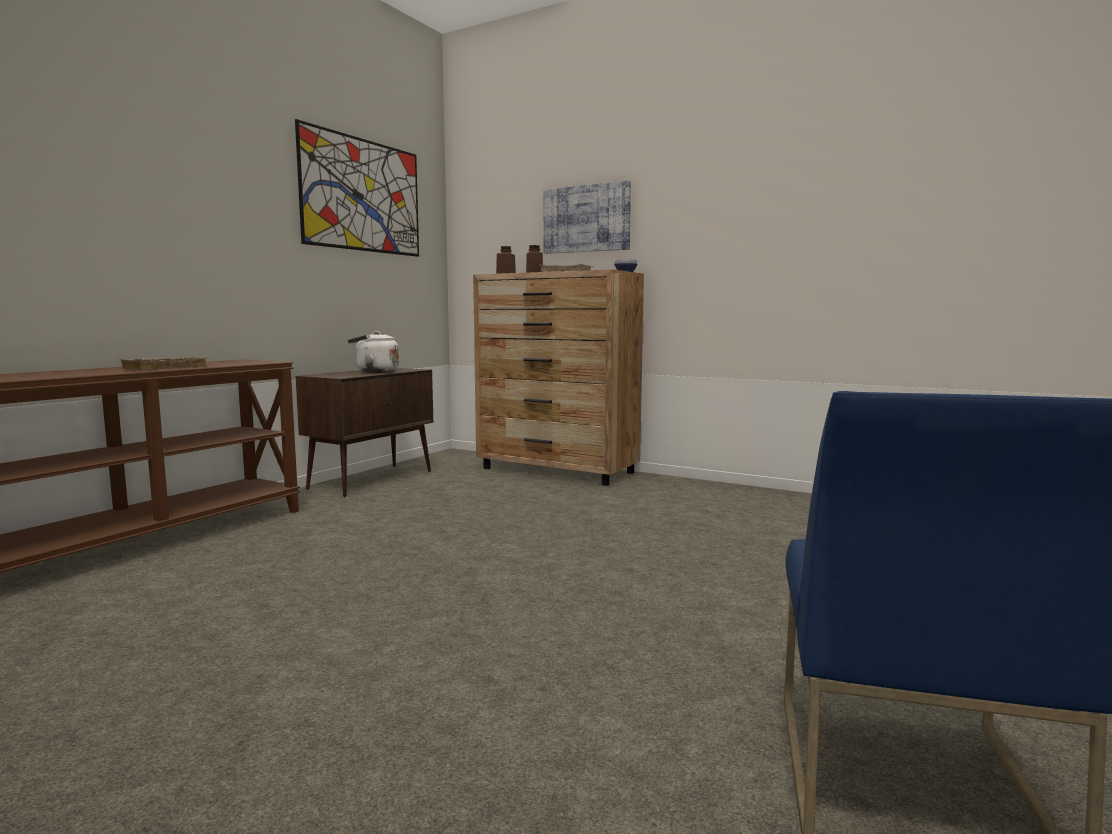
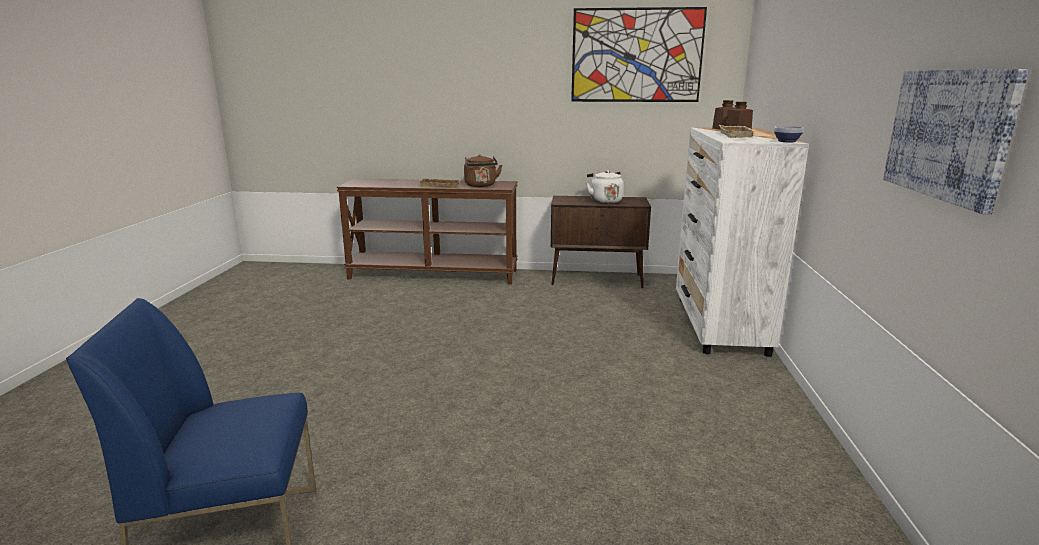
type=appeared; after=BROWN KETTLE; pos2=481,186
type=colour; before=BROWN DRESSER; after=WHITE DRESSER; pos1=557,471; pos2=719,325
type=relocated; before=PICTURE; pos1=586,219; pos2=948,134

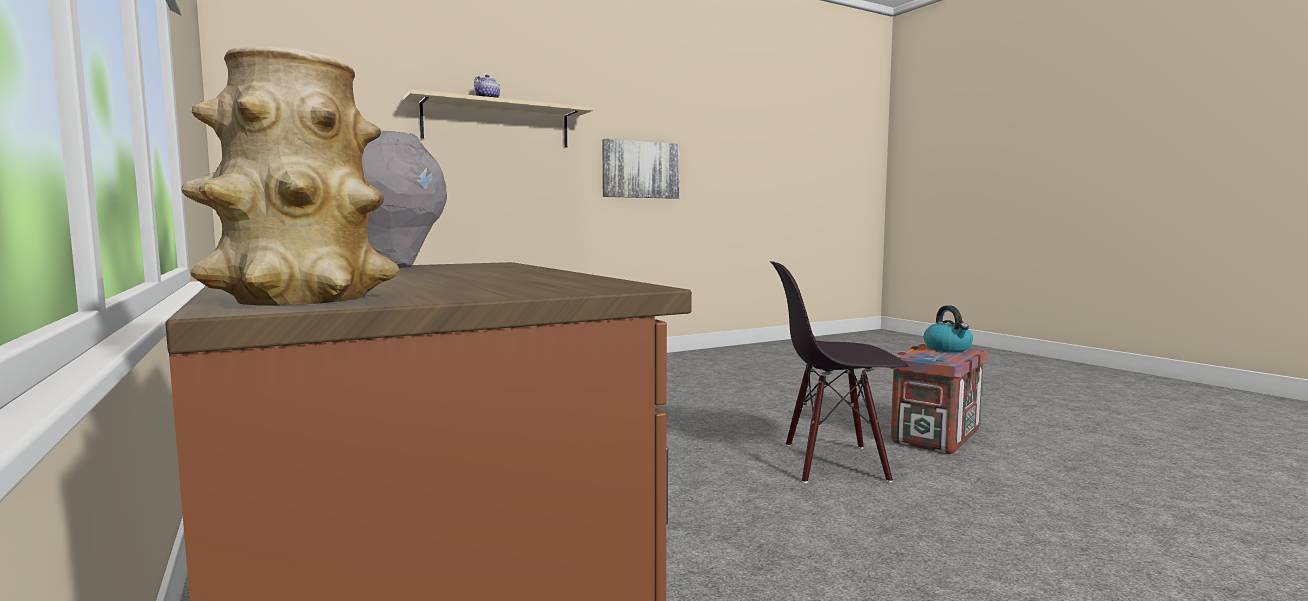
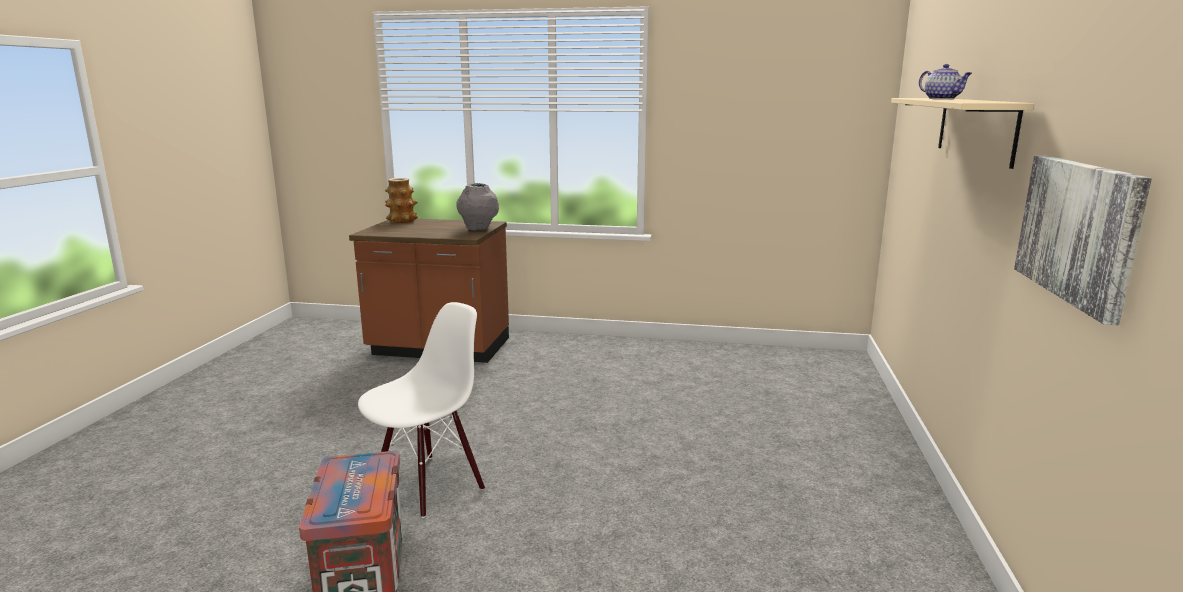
type=colour; before=BLACK CHAIR; after=WHITE CHAIR; pos1=833,463; pos2=428,485
type=missing; before=KETTLE; pos1=948,348

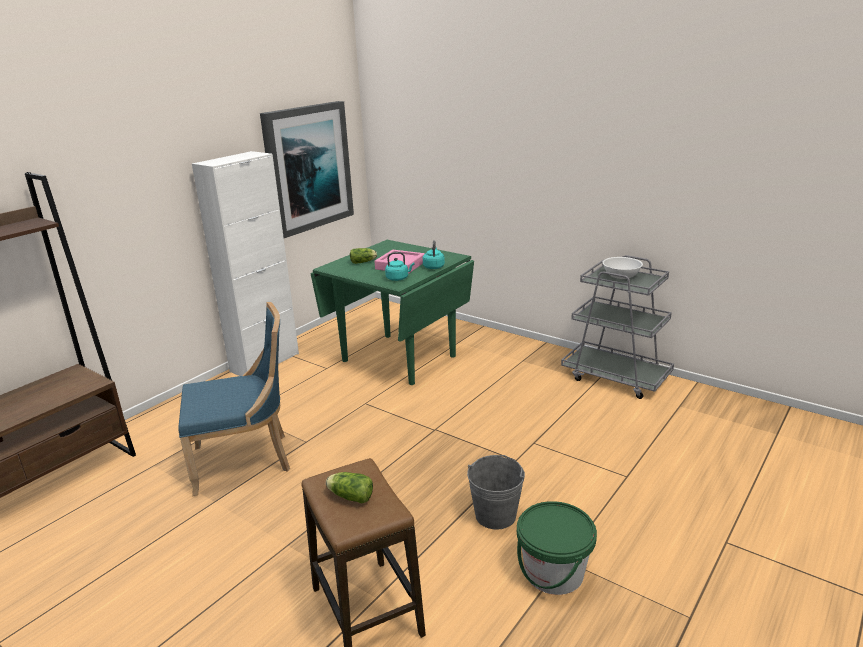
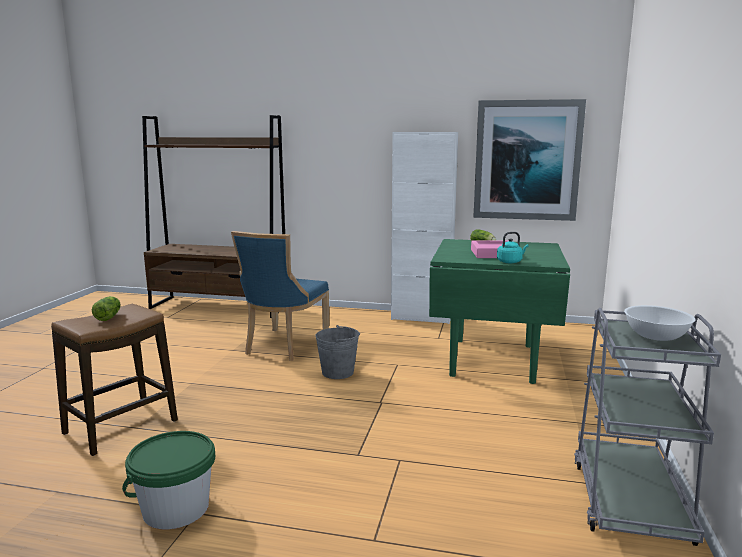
type=spun; before=BLUE CHAIR; pos1=245,460; pos2=284,346; turn=60
type=relocated; before=GREY BUCKET; pos1=495,515; pos2=338,372
type=missing; before=TURQUOISE KETTLE; pos1=398,278

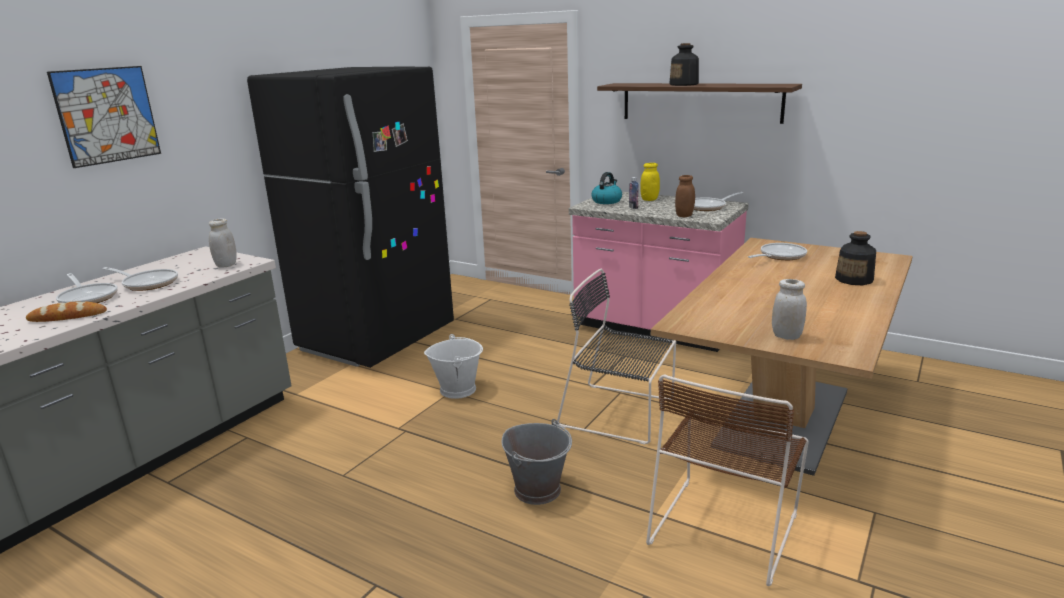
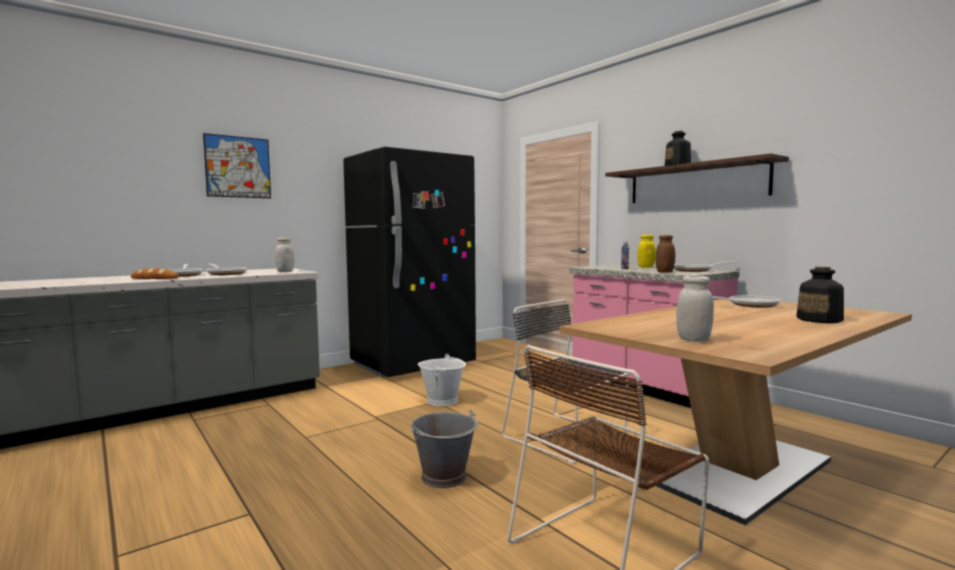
type=missing; before=KETTLE; pos1=606,201

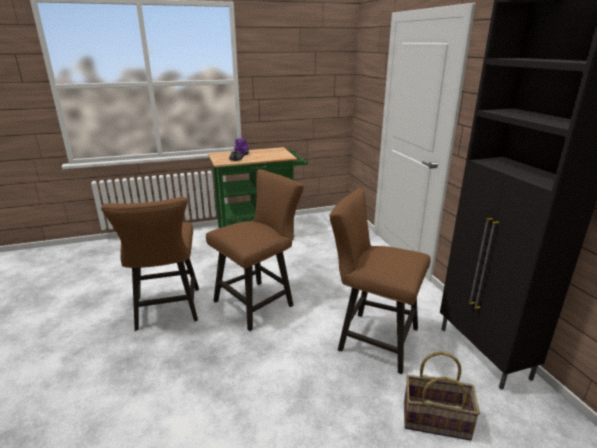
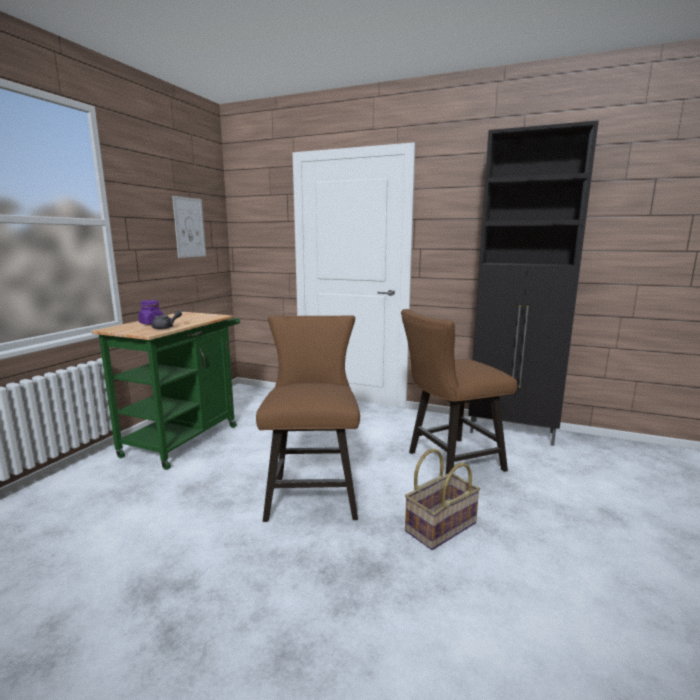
type=appeared; after=PICTURE; pos2=189,227
type=relocated; before=BASKET; pos1=436,419; pos2=440,526
type=missing; before=BROWN CHAIR; pos1=167,312

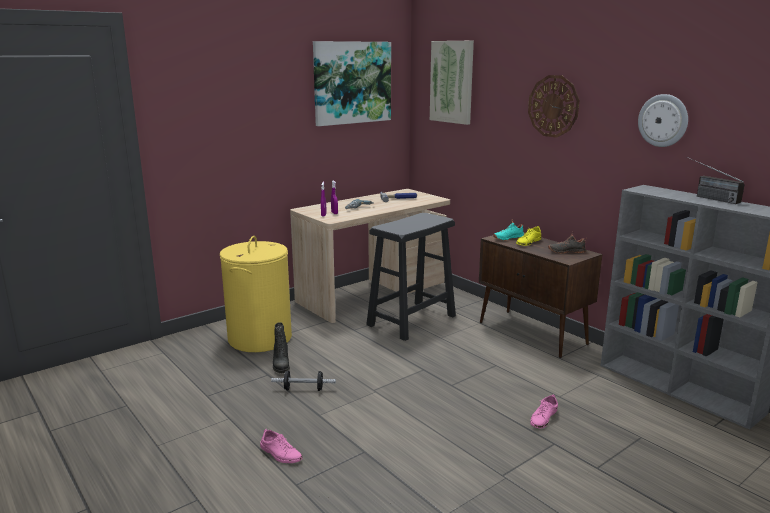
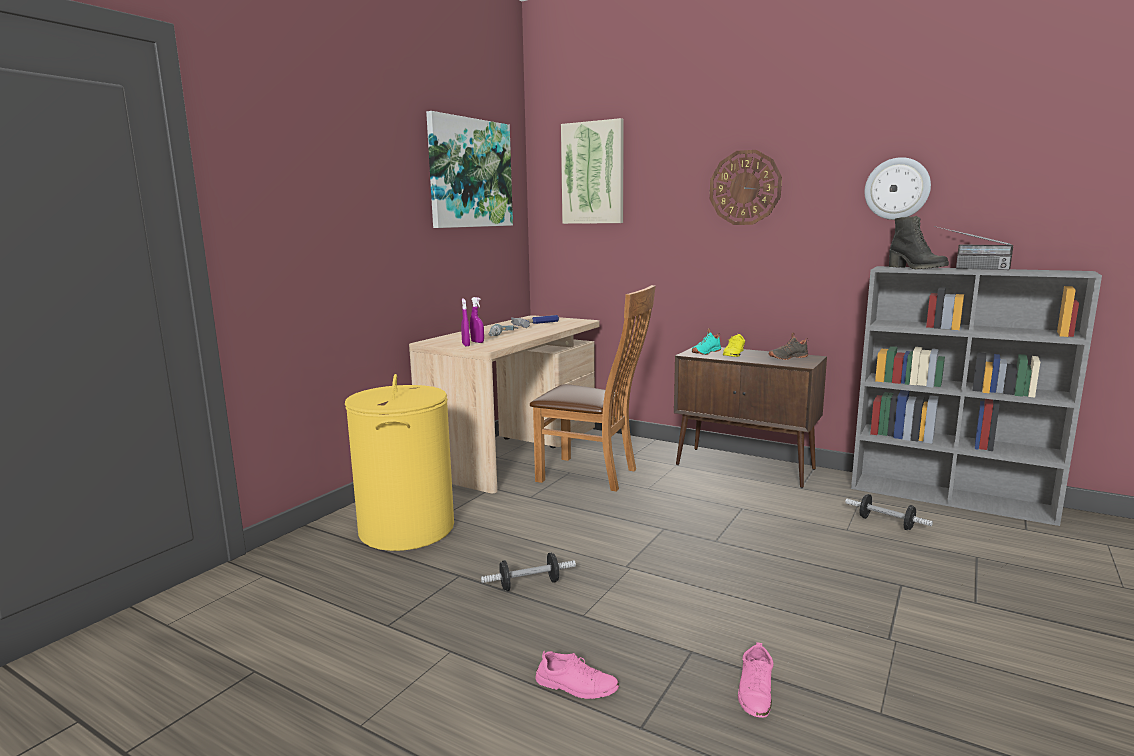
type=exchanged; before=BLACK STOOL; after=BROWN CHAIR; pos1=411,320; pos2=593,475
type=relocated; before=PINK SHOE; pos1=543,418; pos2=755,691
type=appeared; after=DUMBBELL; pos2=886,523
type=relocated; before=BLACK BOOT; pos1=280,365; pos2=916,268

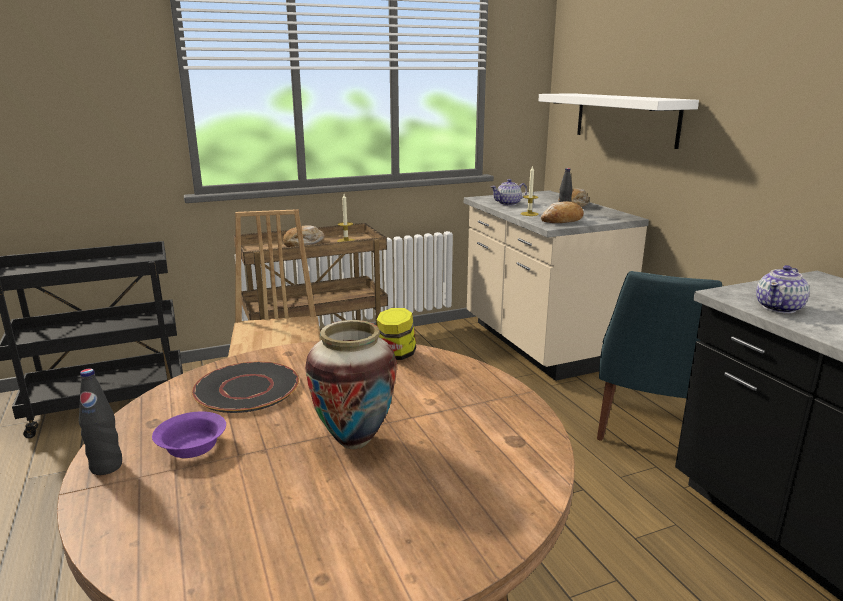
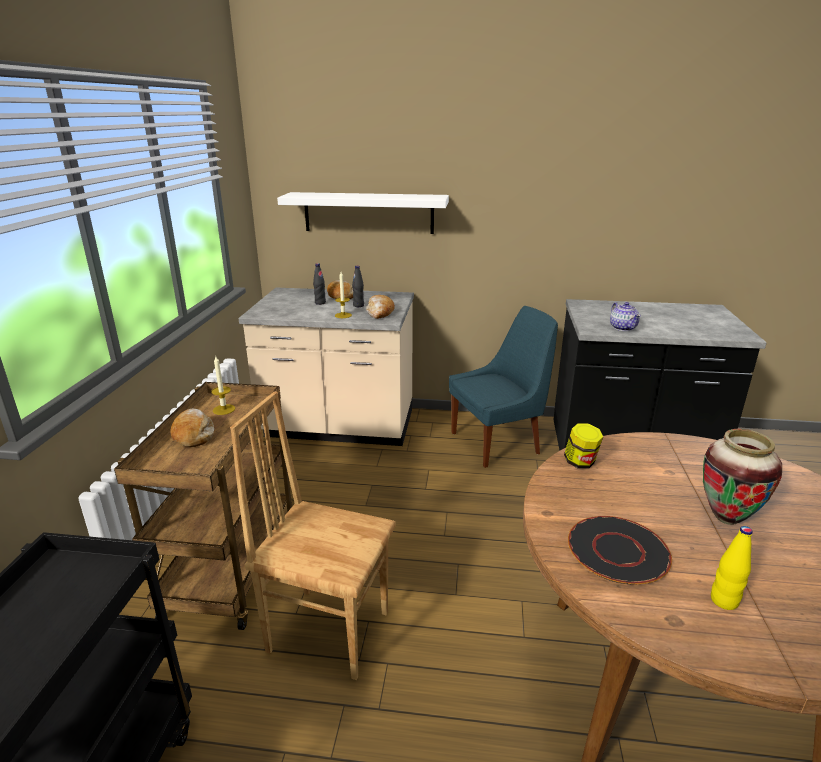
type=relocated; before=BLACK BOTTLE; pos1=106,467; pos2=320,303
type=spun; before=BLUE CHAIR; pos1=649,431; pos2=498,442; turn=-75
type=exchanged; before=PURPLE BOWL; after=YELLOW BOTTLE; pos1=191,446; pos2=724,601
type=missing; before=TEAPOT; pos1=508,204

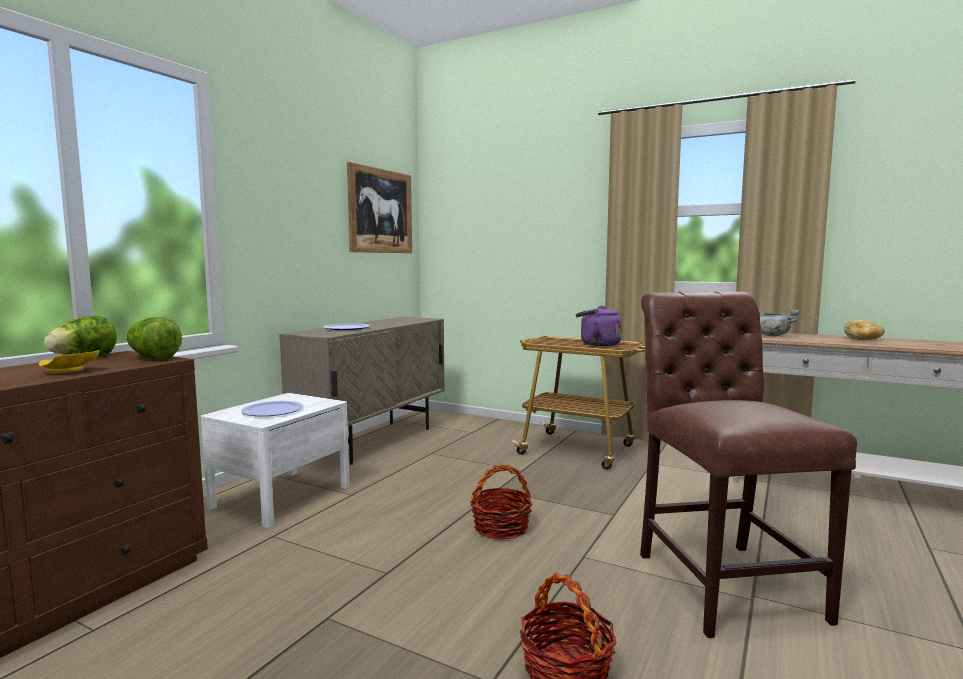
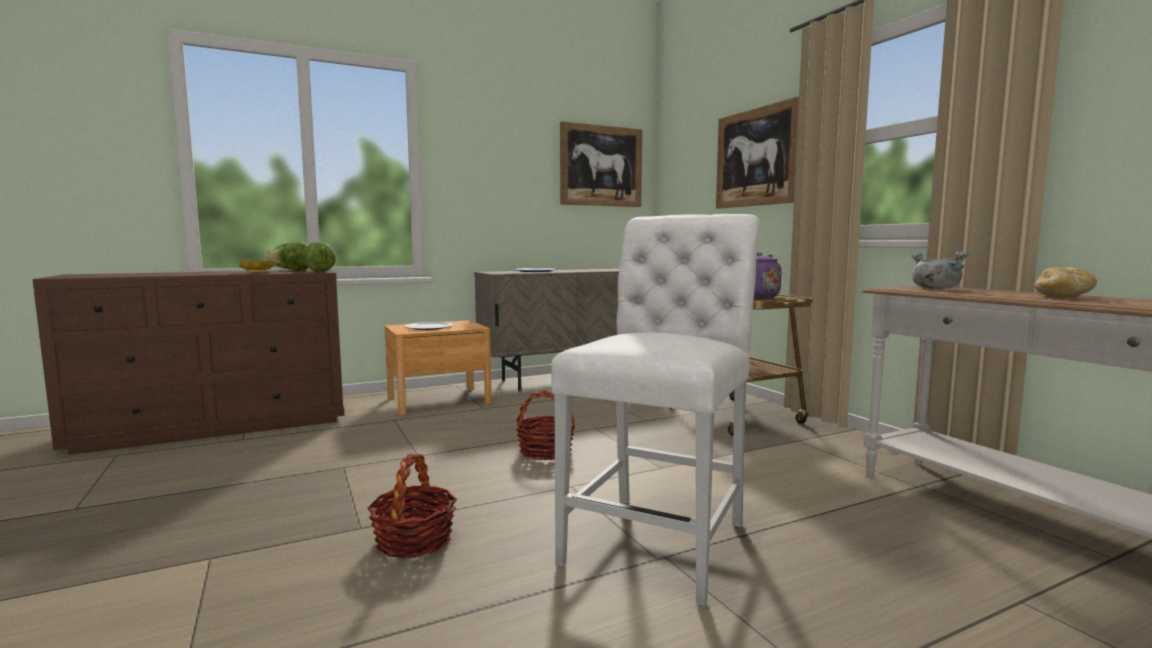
type=colour; before=WHITE NIGHTSTAND; after=BROWN NIGHTSTAND; pos1=281,497; pos2=438,400
type=colour; before=BROWN CHAIR; after=WHITE CHAIR; pos1=722,580; pos2=661,538
type=appeared; after=PICTURE; pos2=756,157

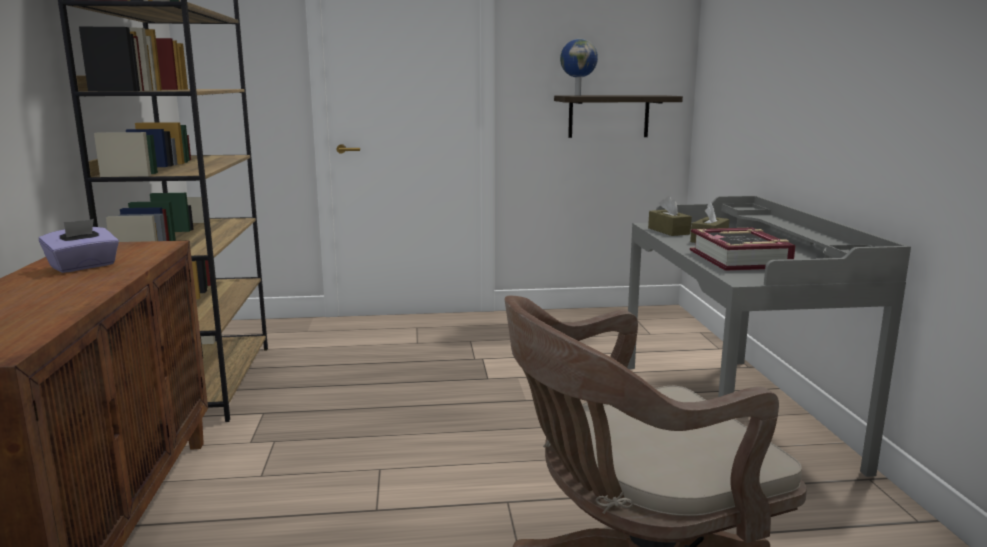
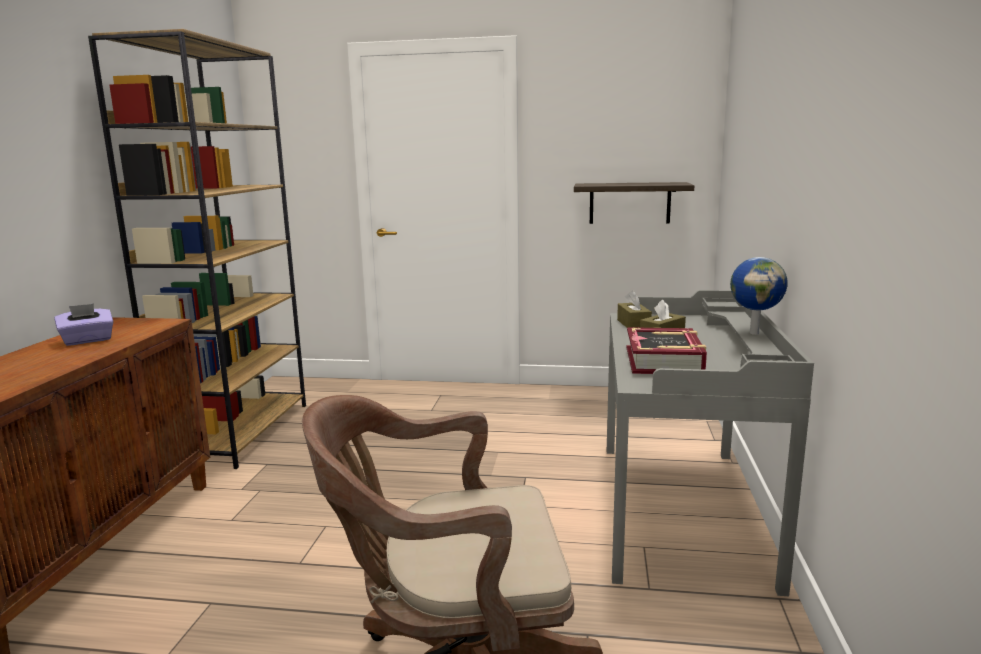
type=relocated; before=GLOBE; pos1=577,95; pos2=754,333

